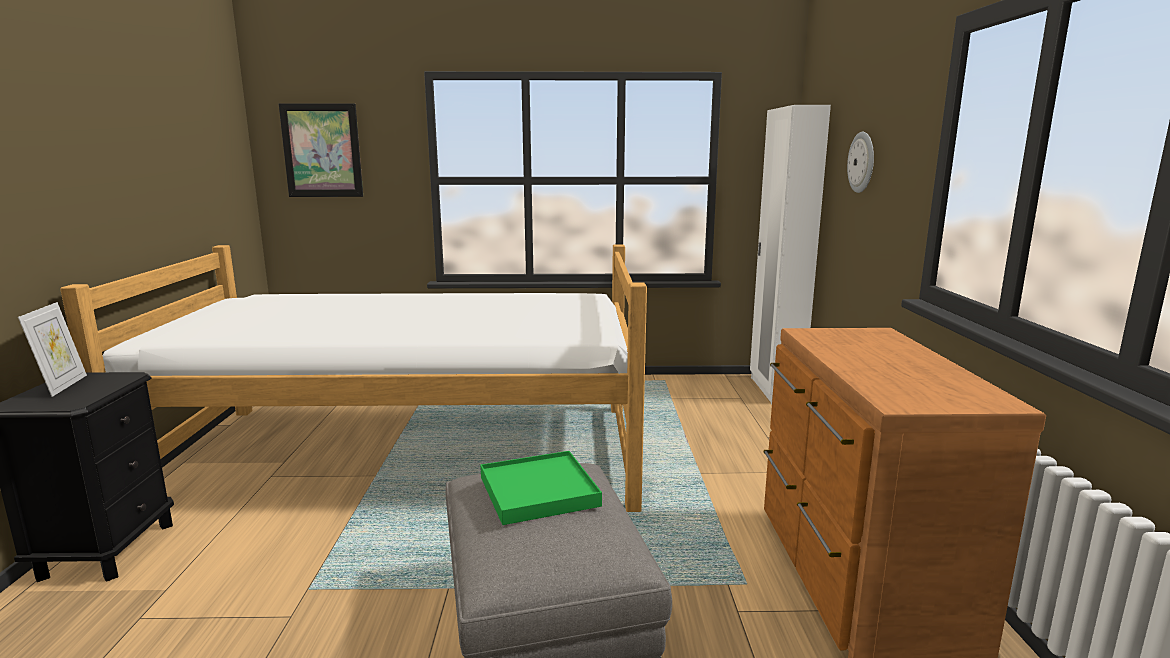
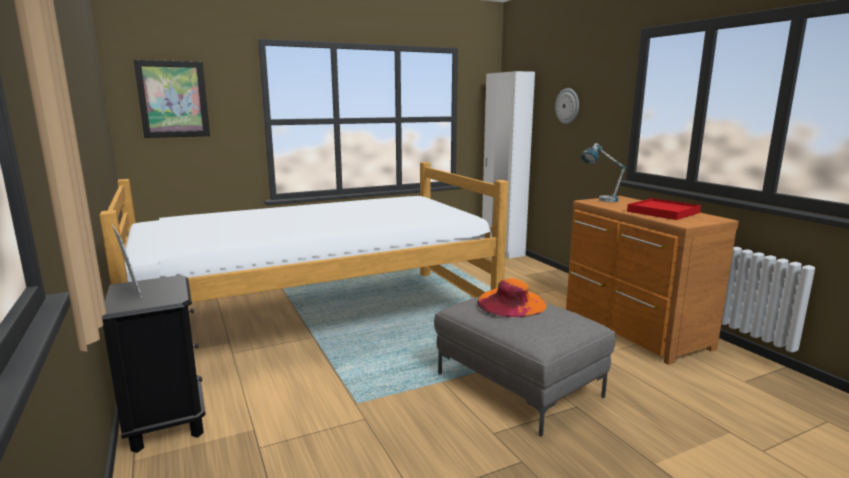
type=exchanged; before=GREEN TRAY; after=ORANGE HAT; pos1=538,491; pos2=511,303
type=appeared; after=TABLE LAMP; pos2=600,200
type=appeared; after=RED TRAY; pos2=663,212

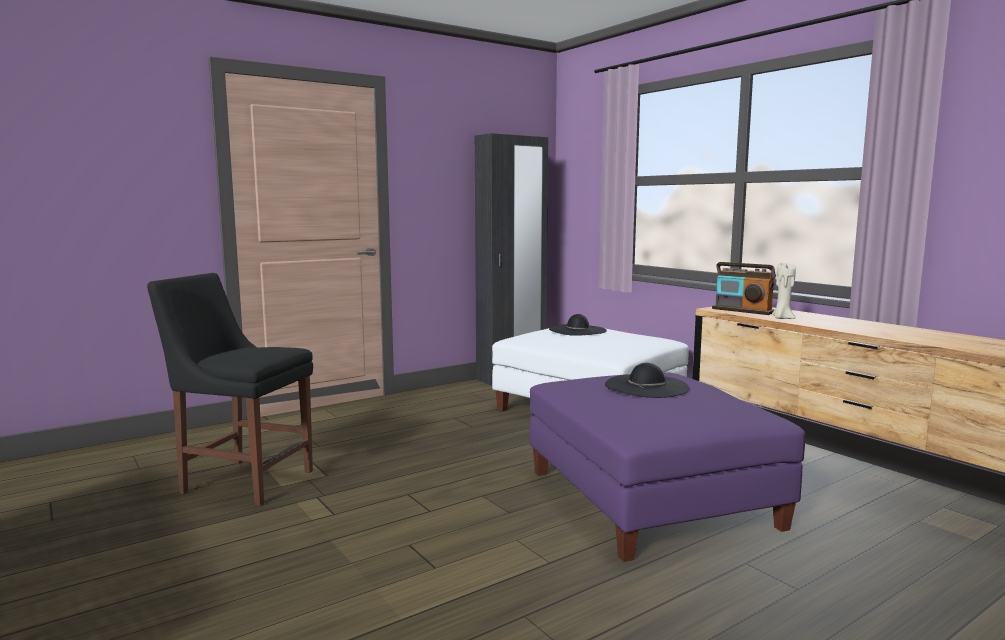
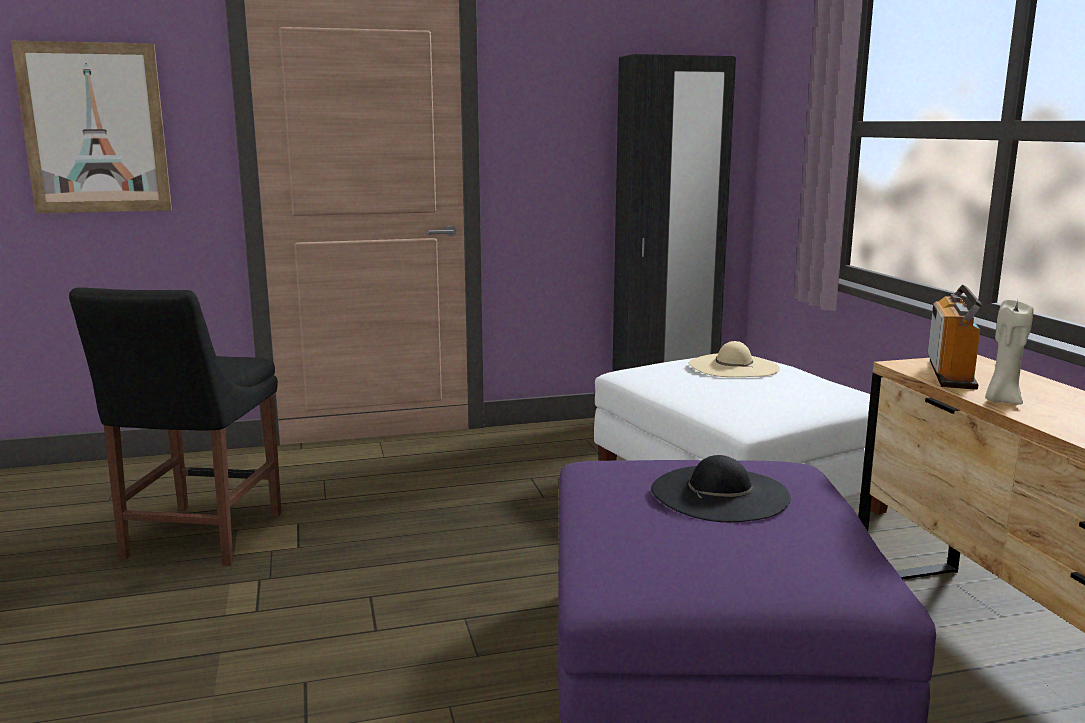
type=appeared; after=PICTURE; pos2=95,128
type=spun; before=BLACK CHAIR; pos1=243,480; pos2=199,538; turn=-120
type=colour; before=BLACK HAT; after=BEIGE HAT; pos1=577,330; pos2=733,366
type=spun; before=RADIO; pos1=743,310; pos2=952,374; turn=-135

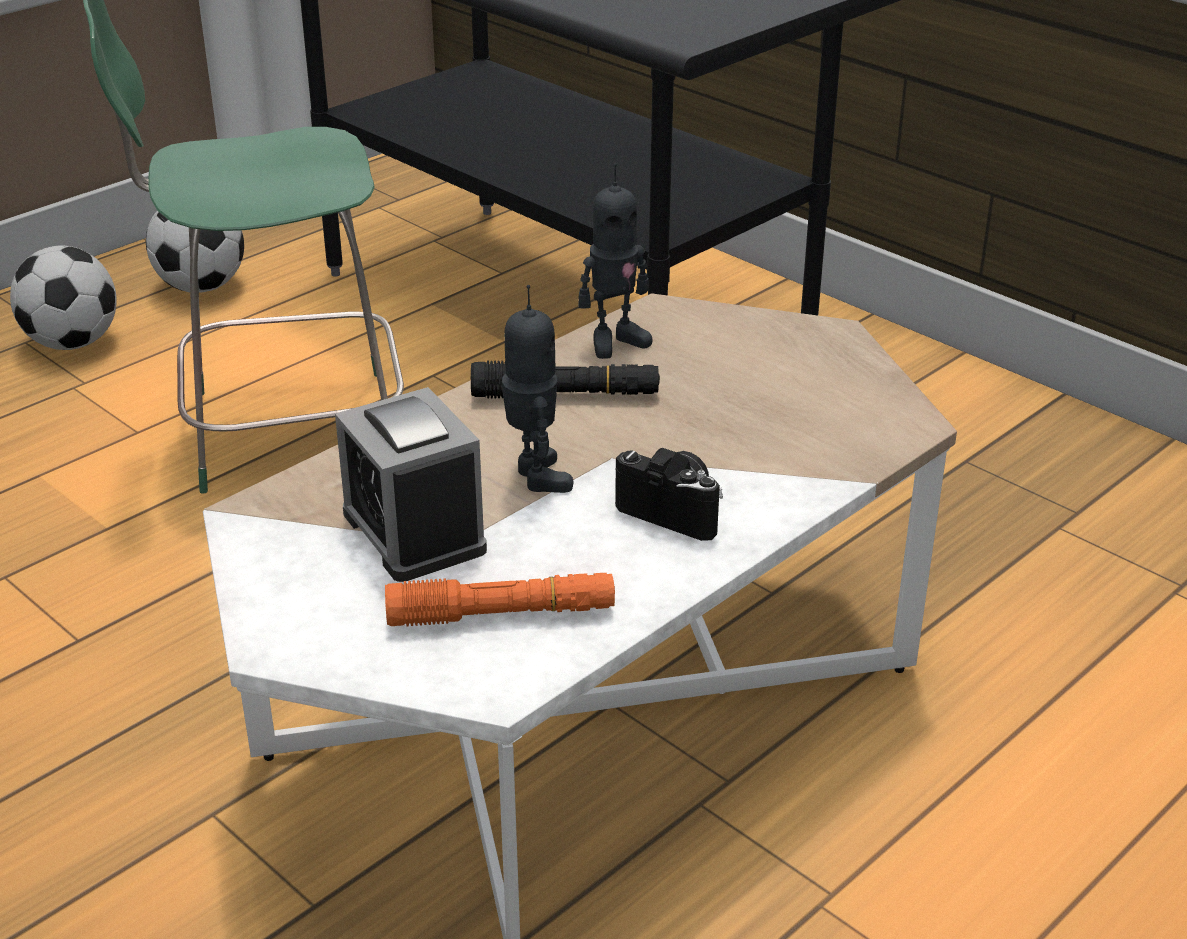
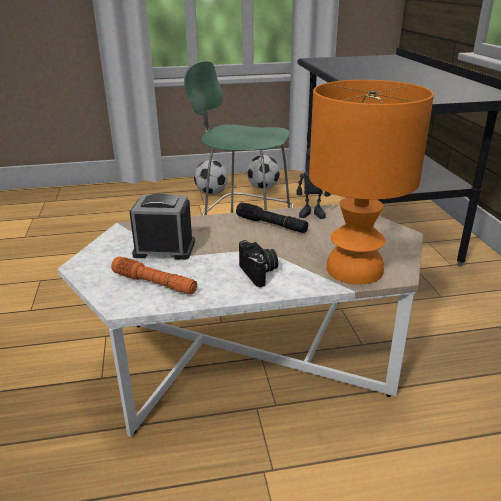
type=spun; before=ALARM CLOCK; pos1=414,532; pos2=164,249; turn=90
type=appeared; after=ORANGE TABLE LAMP; pos2=354,270
type=missing; before=TOY ROBOT; pos1=536,478

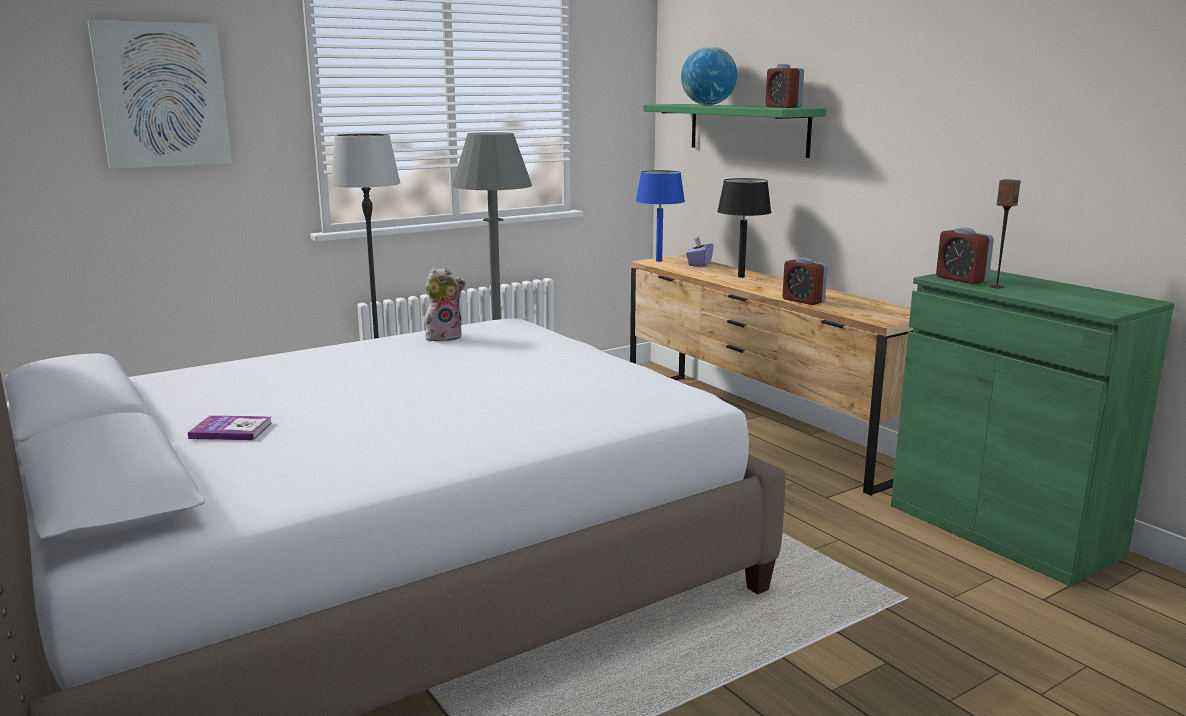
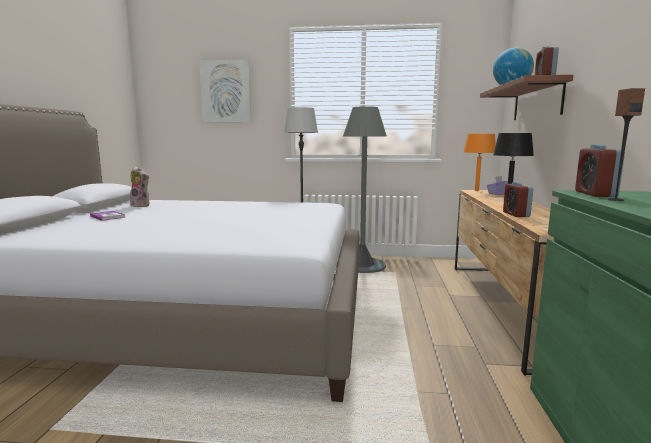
type=relocated; before=PLUSH TOY; pos1=444,337; pos2=142,205
type=colour; before=BLUE TABLE LAMP; after=ORANGE TABLE LAMP; pos1=659,261; pos2=476,190
type=colour; before=GREEN SHELF; after=BROWN SHELF; pos1=748,129; pos2=537,101

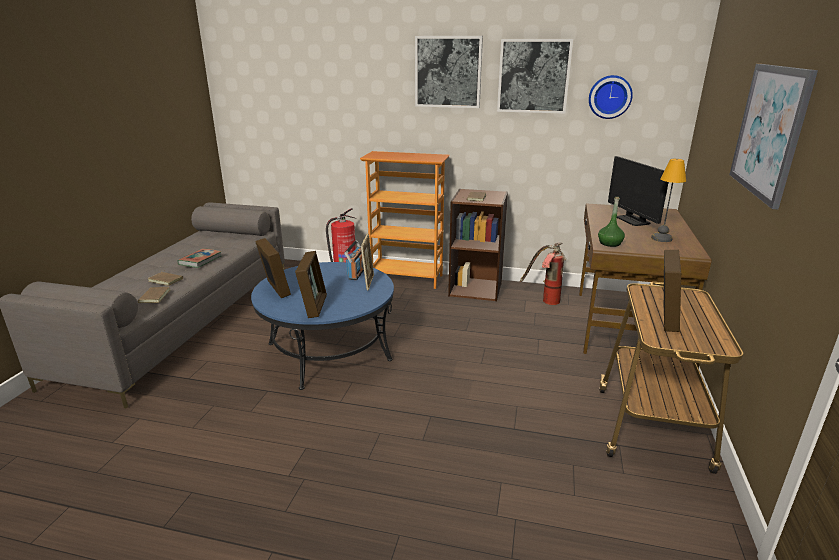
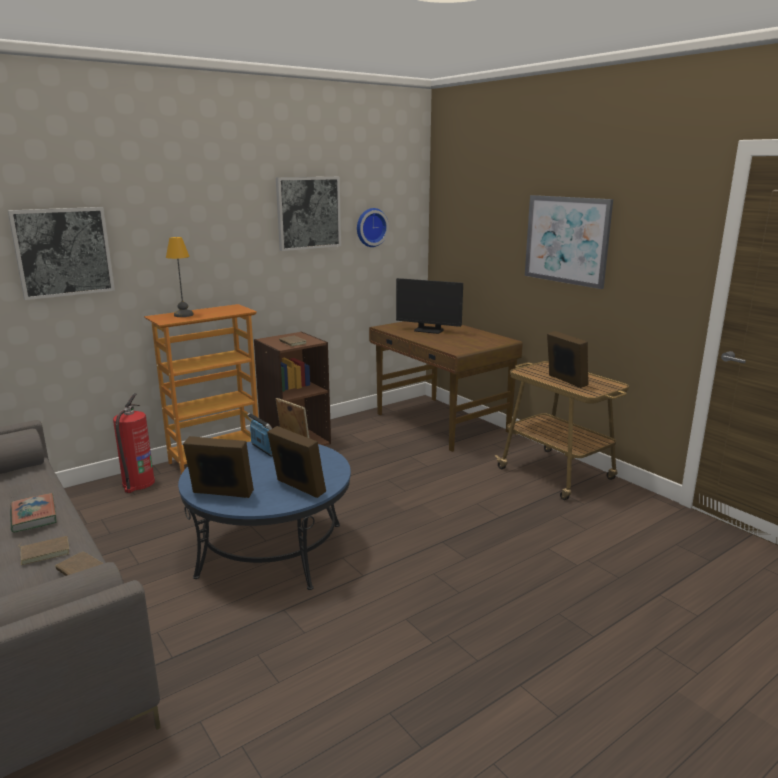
type=relocated; before=PICTURE; pos1=448,72; pos2=63,252
type=relocated; before=TABLE LAMP; pos1=660,238; pos2=183,315
type=missing; before=FIRE EXTINGUISHER; pos1=544,300
type=missing; before=GREEN BOTTLE; pos1=609,243

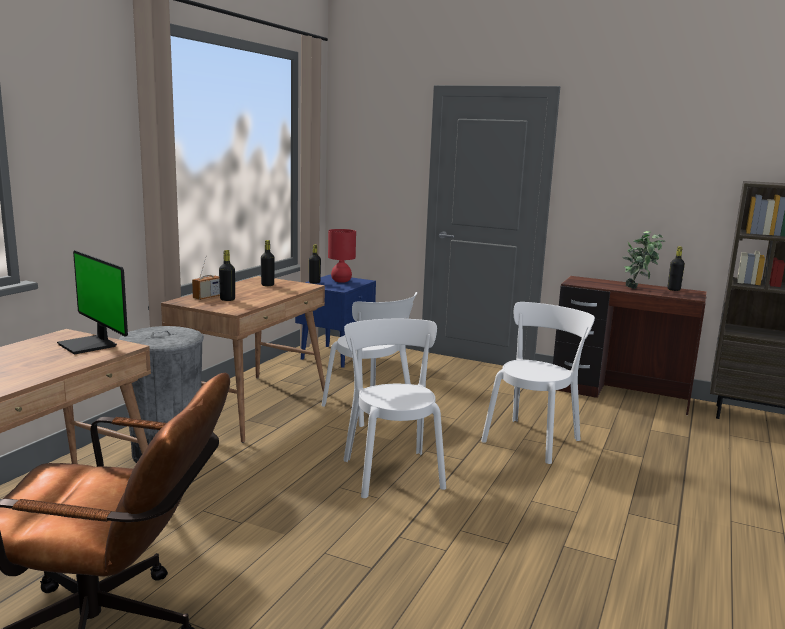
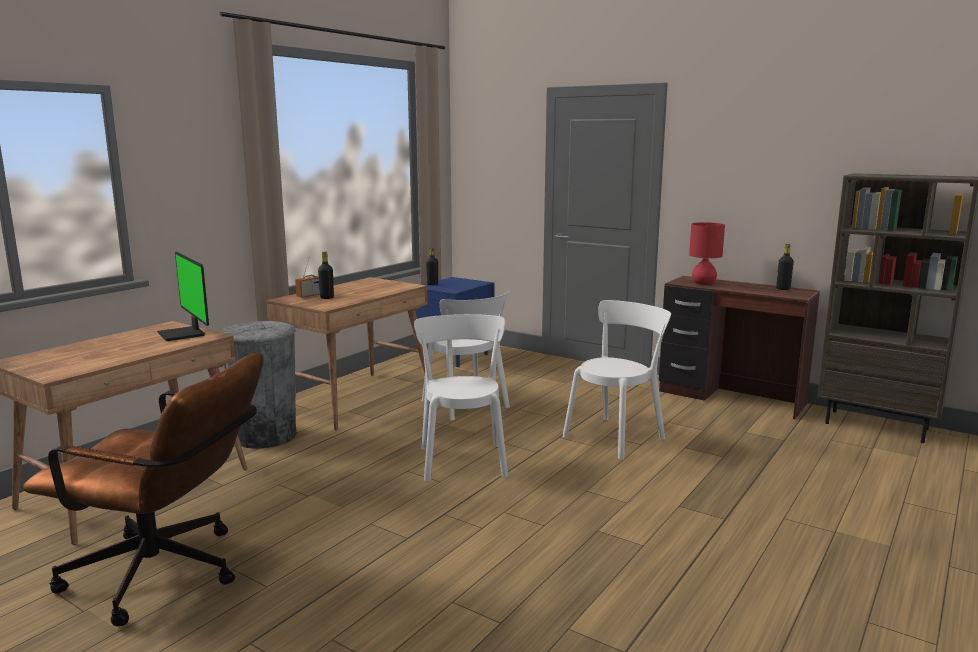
type=relocated; before=RED TABLE LAMP; pos1=341,281; pos2=703,283
type=missing; before=BLACK BOTTLE; pos1=267,285
type=missing; before=POTTED PLANT; pos1=638,288

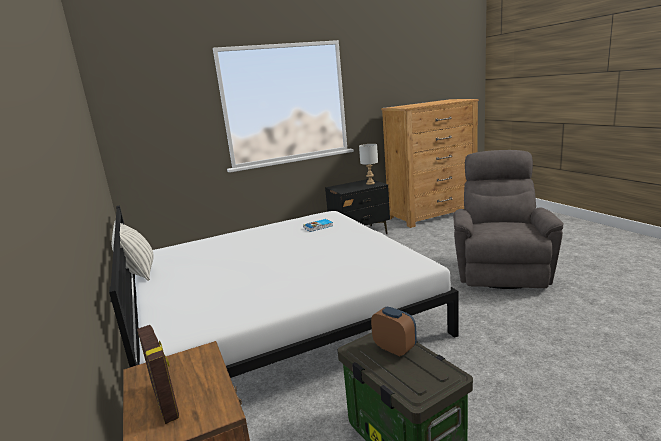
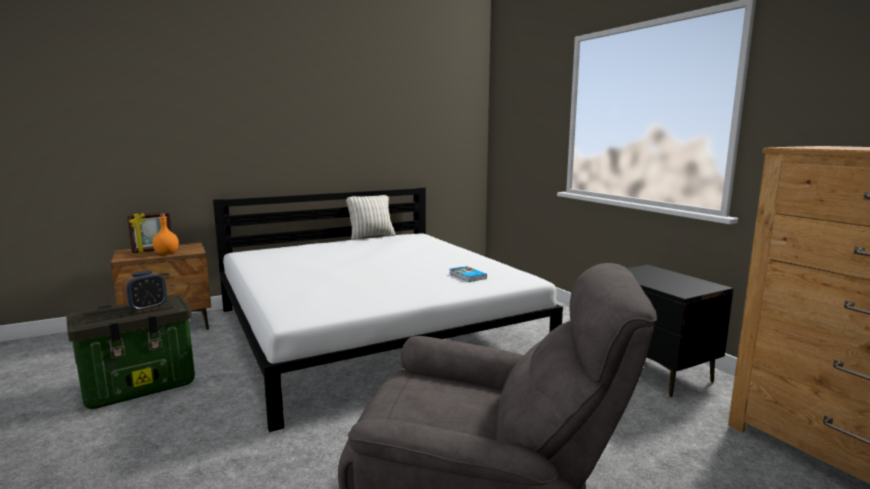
type=appeared; after=ORANGE BOTTLE; pos2=167,253
type=missing; before=GREY TABLE LAMP; pos1=370,183

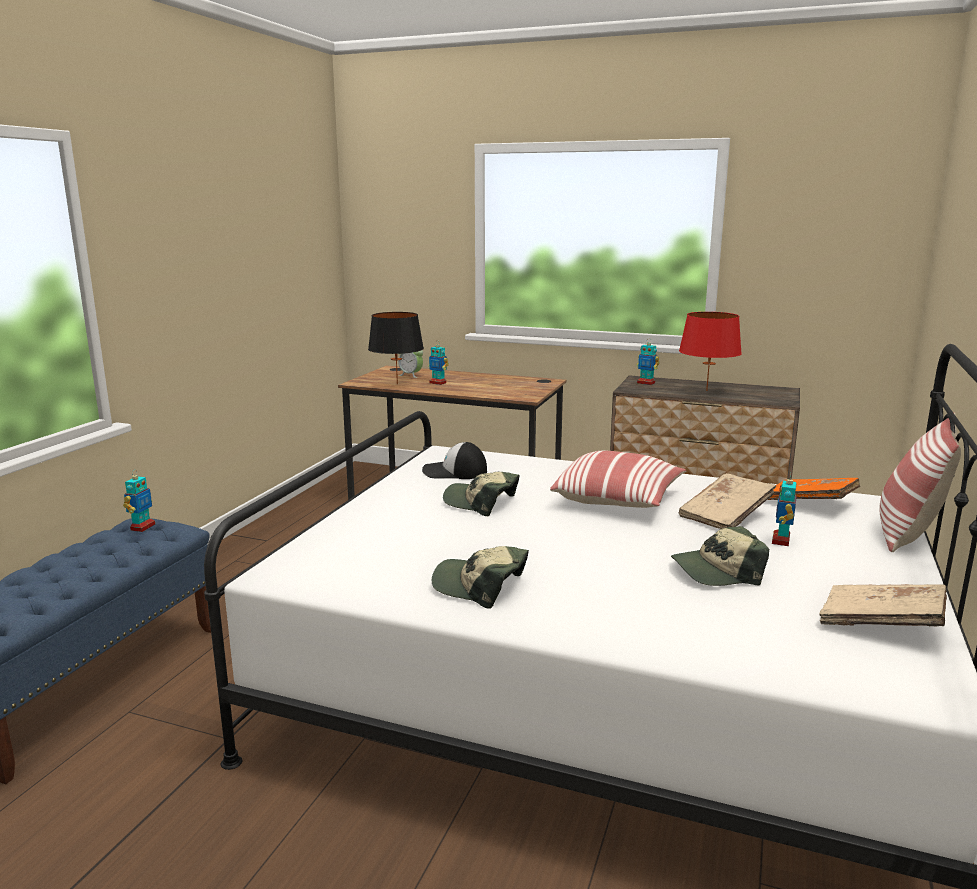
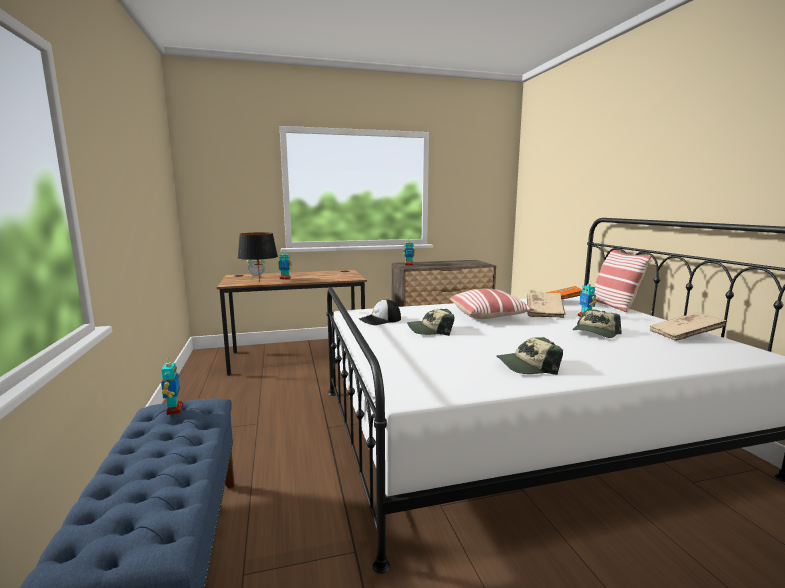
type=missing; before=RED TABLE LAMP; pos1=707,391

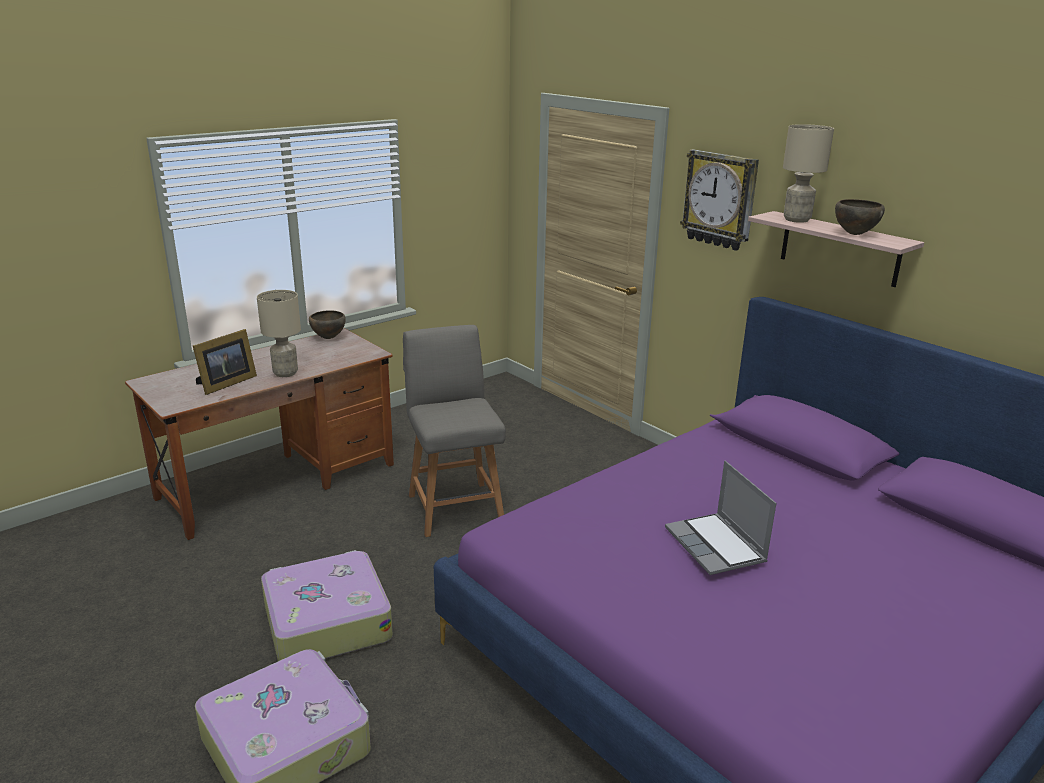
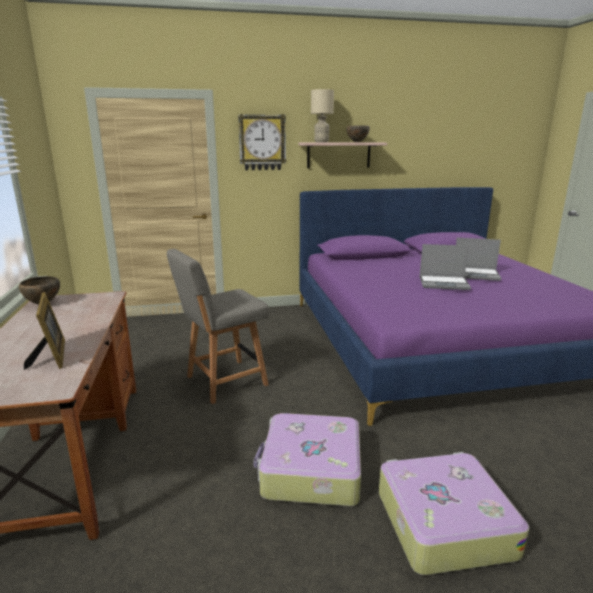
type=spun; before=GREY CHAIR; pos1=454,506; pos2=224,381; turn=-45
type=appeared; after=LAPTOP; pos2=476,274
type=missing; before=BEIGE TABLE LAMP; pos1=285,373

